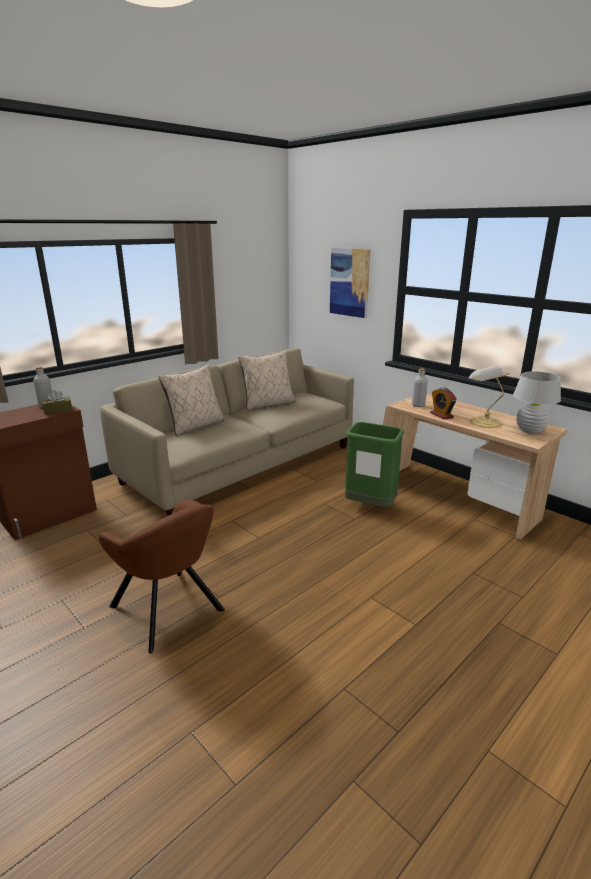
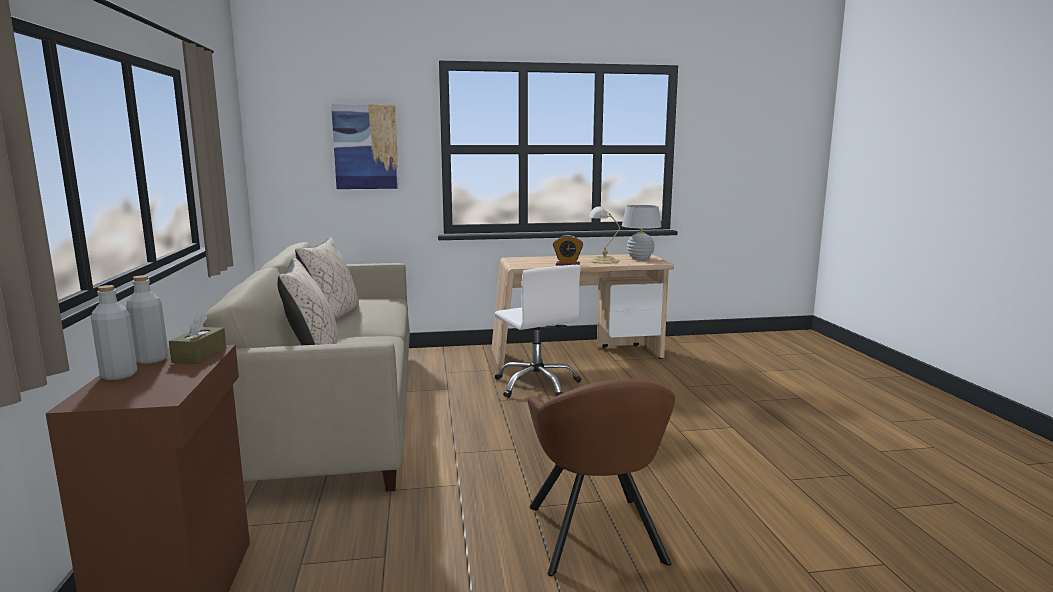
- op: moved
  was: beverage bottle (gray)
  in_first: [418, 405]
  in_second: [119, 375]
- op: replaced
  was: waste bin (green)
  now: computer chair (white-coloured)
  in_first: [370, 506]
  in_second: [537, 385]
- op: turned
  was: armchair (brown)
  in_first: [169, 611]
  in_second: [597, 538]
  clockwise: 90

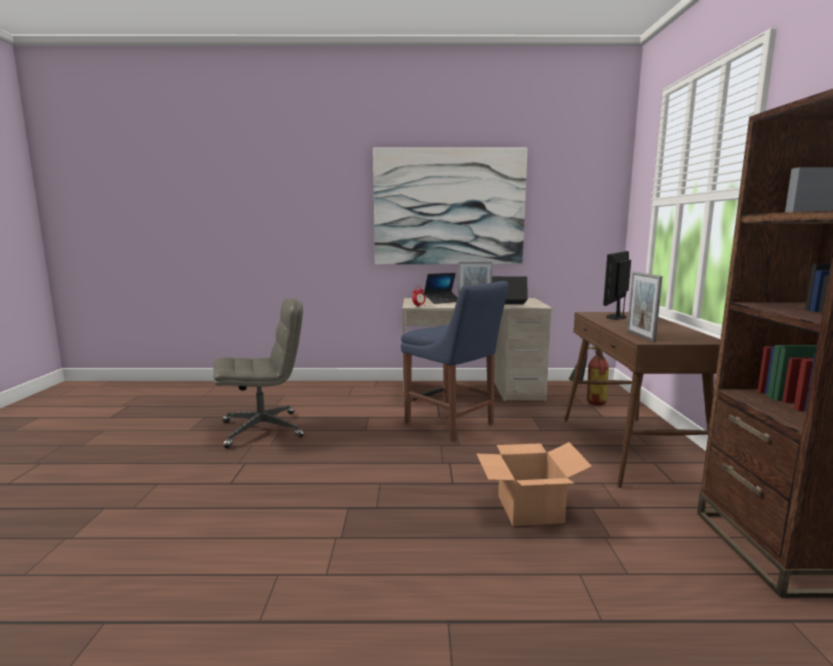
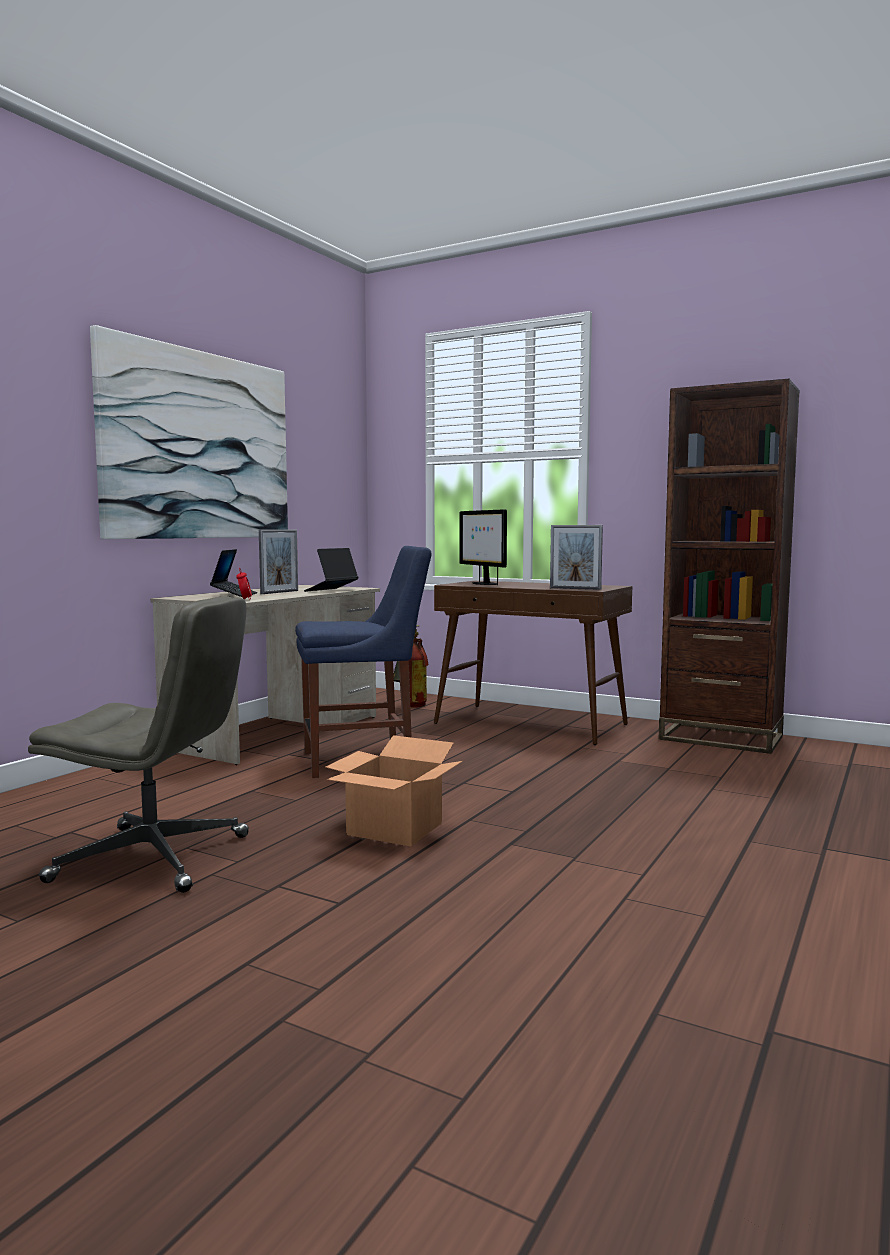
- op: turned
  was: computer chair (gray)
  in_first: [263, 429]
  in_second: [154, 858]
  clockwise: 90
- op: moved
  was: packing box
  in_first: [530, 509]
  in_second: [396, 829]

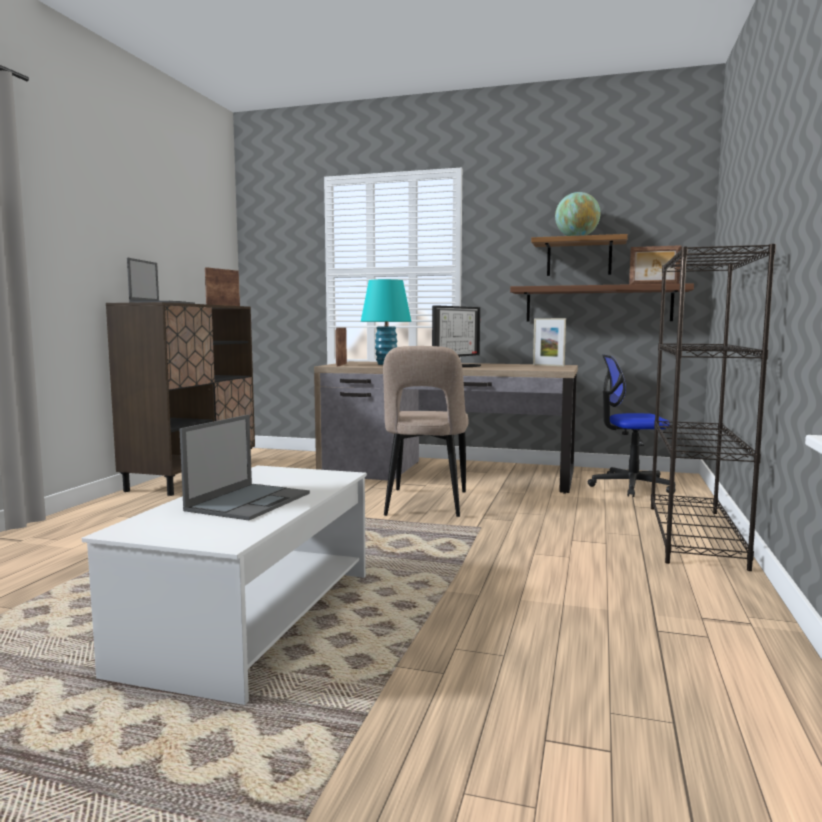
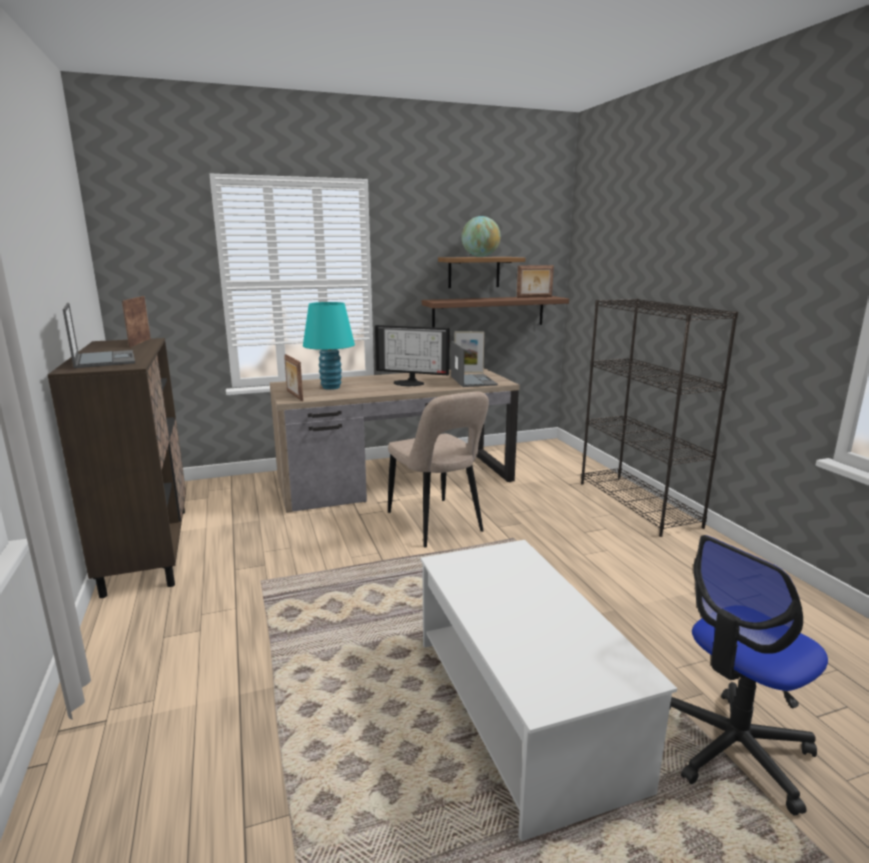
- op: turned
  was: computer display
  in_first: [464, 366]
  in_second: [410, 382]
  clockwise: 105
- op: moved
  was: notebook computer
  in_first: [249, 501]
  in_second: [473, 380]
- op: moved
  was: computer chair
  in_first: [630, 486]
  in_second: [733, 747]

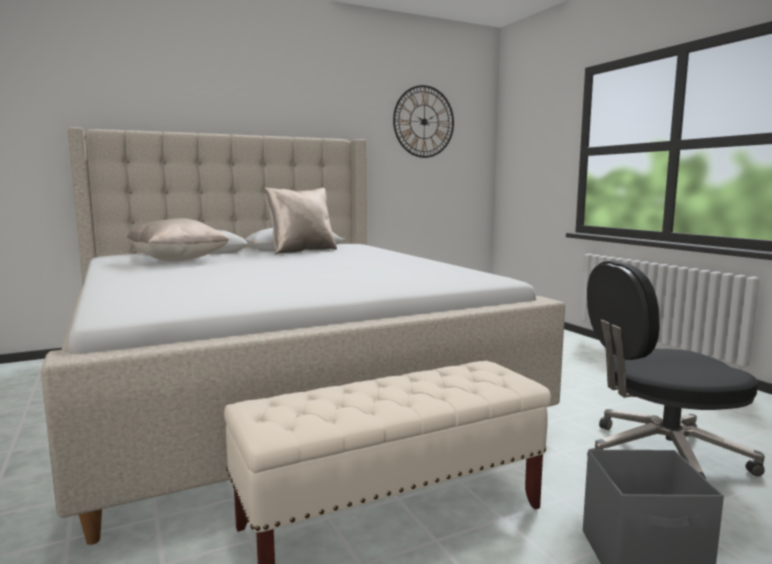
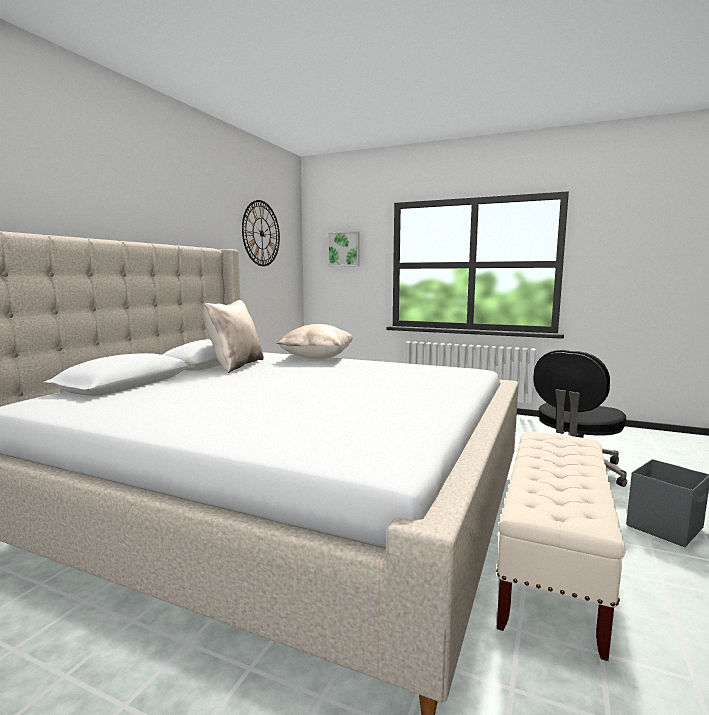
- op: moved
  was: cushion (beige-coloured)
  in_first: [179, 260]
  in_second: [317, 358]
- op: added
  now: picture
  in_second: [344, 249]

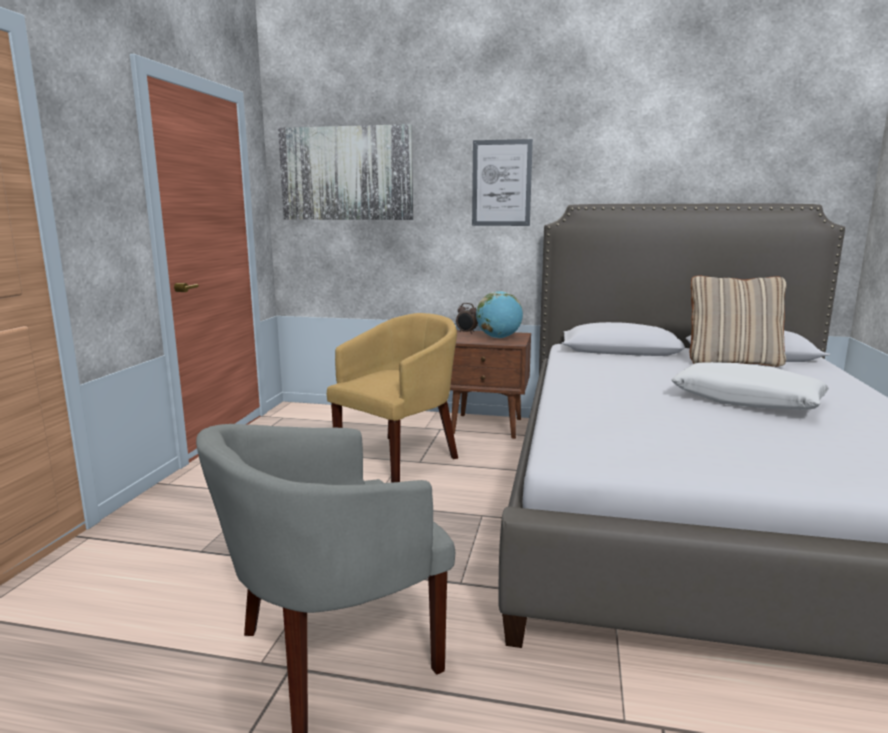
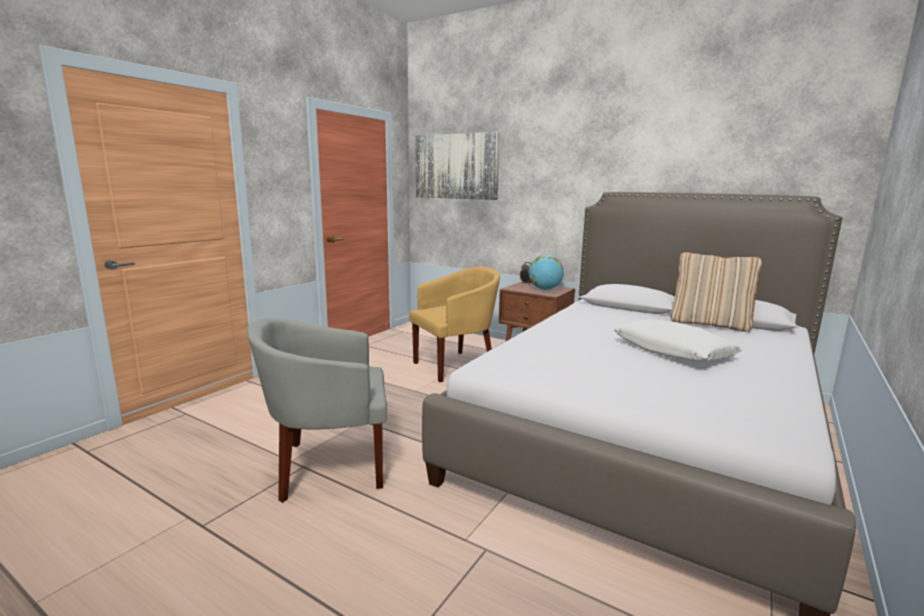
- op: removed
  was: picture
  in_first: [501, 183]

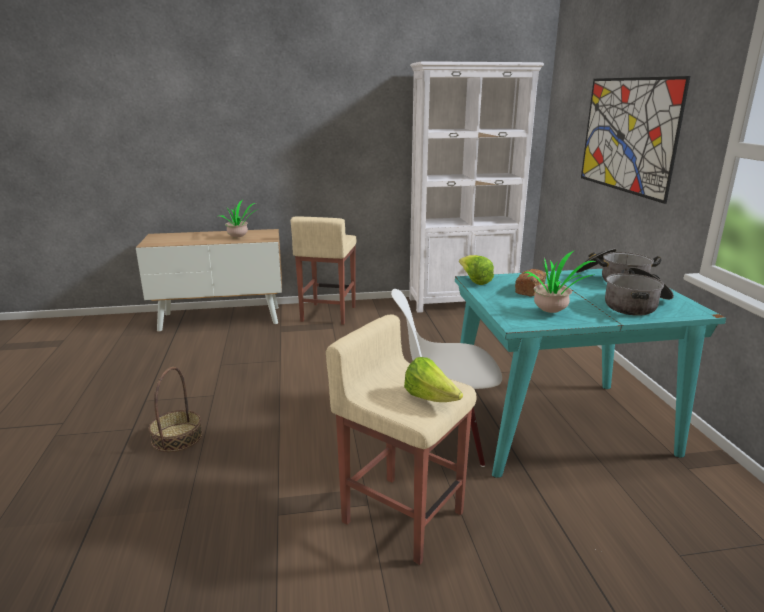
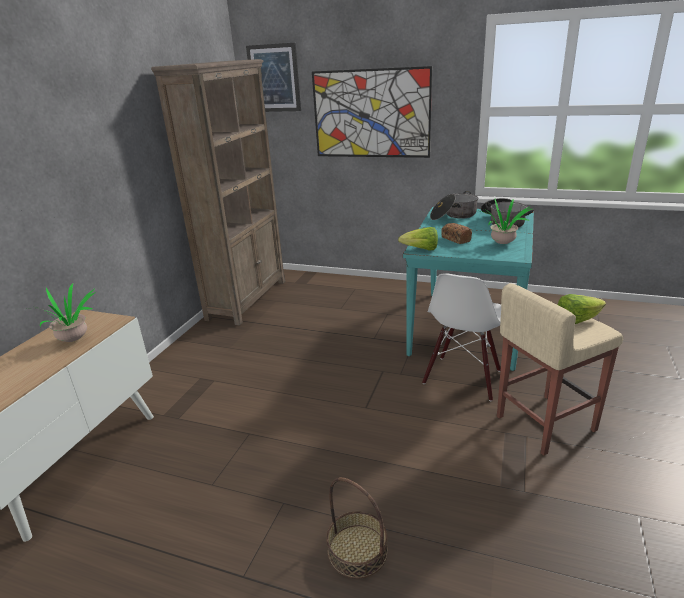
- op: recoloured
  was: shelving unit (white-coloured)
  now: shelving unit (brown)
  in_first: [462, 302]
  in_second: [248, 299]
- op: added
  now: picture
  in_second: [274, 78]
- op: removed
  was: stool seat (beige-coloured)
  in_first: [328, 314]

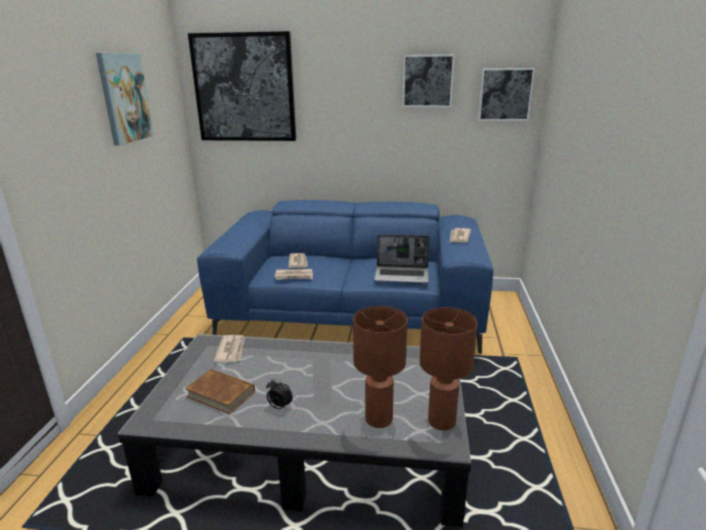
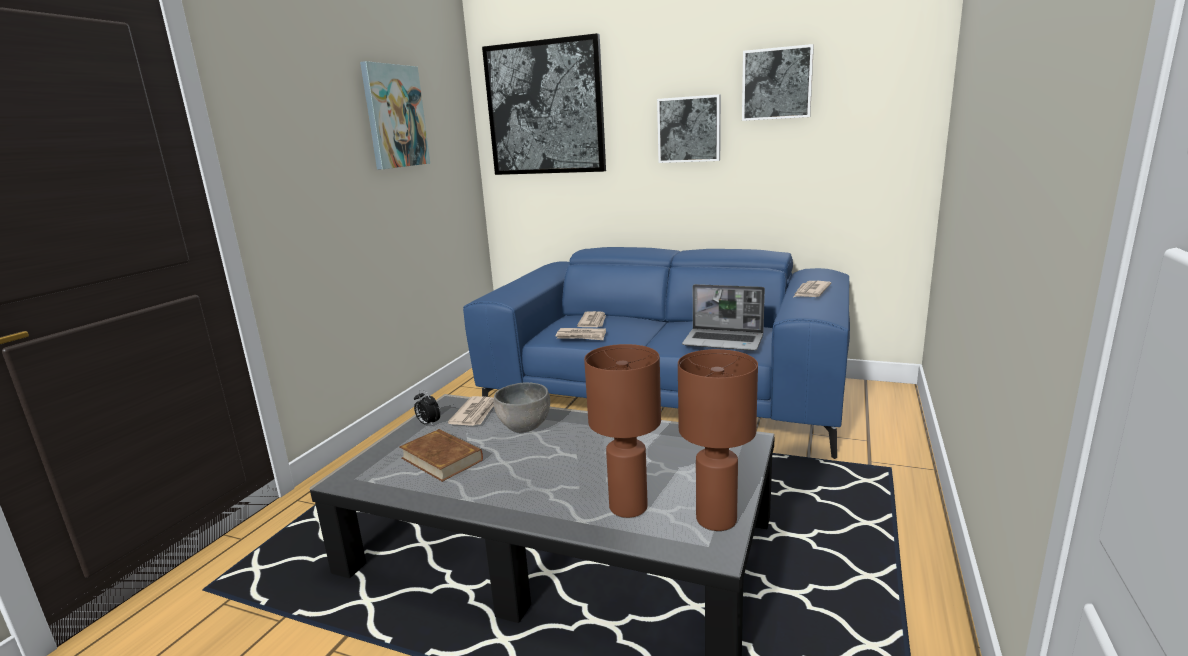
- op: moved
  was: table clock
  in_first: [279, 407]
  in_second: [428, 424]
- op: added
  now: bowl (gray)
  in_second: [524, 427]
- op: moved
  was: picture
  in_first: [505, 94]
  in_second: [689, 129]

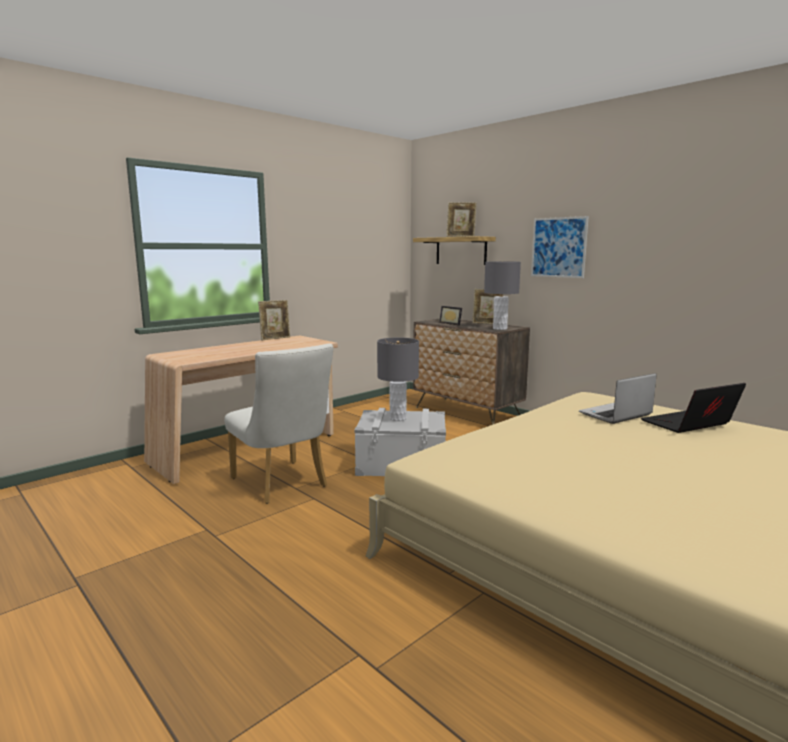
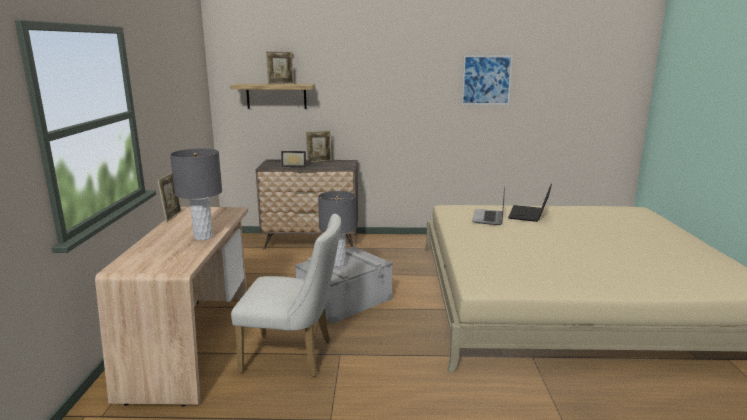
- op: moved
  was: table lamp (gray)
  in_first: [499, 329]
  in_second: [203, 237]
- op: moved
  was: picture
  in_first: [558, 247]
  in_second: [486, 80]

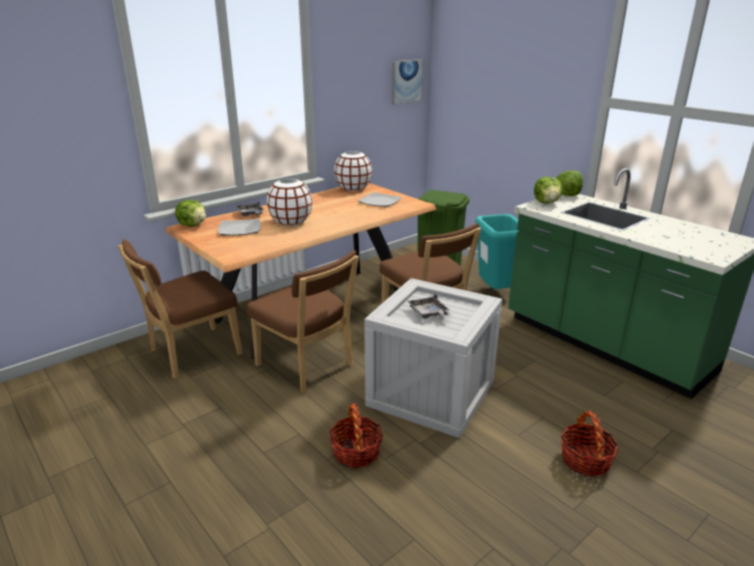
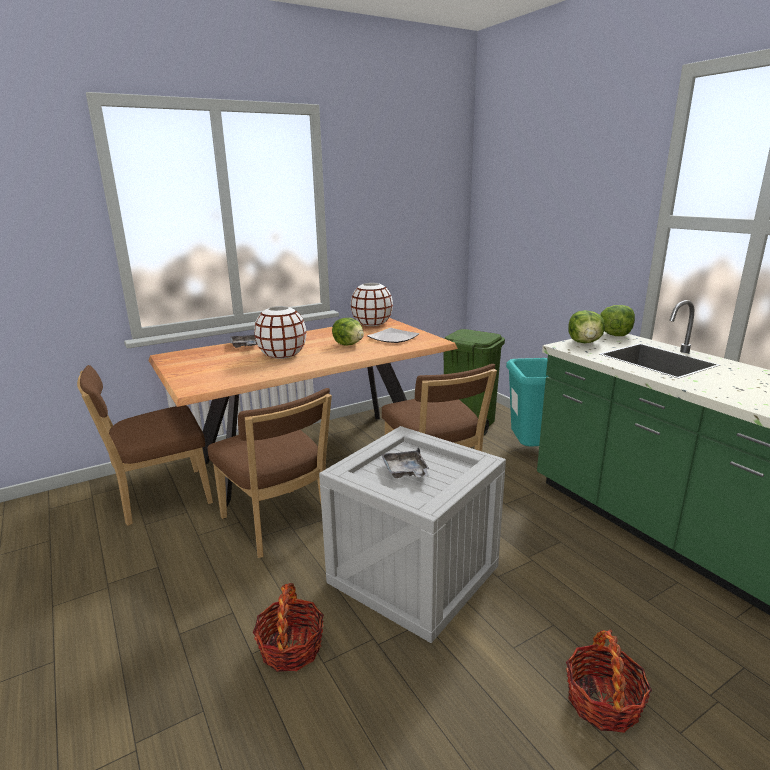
- op: moved
  was: head of lettuce
  in_first: [193, 225]
  in_second: [349, 344]
- op: removed
  was: dinner plate
  in_first: [240, 229]
- op: removed
  was: picture
  in_first: [406, 81]

